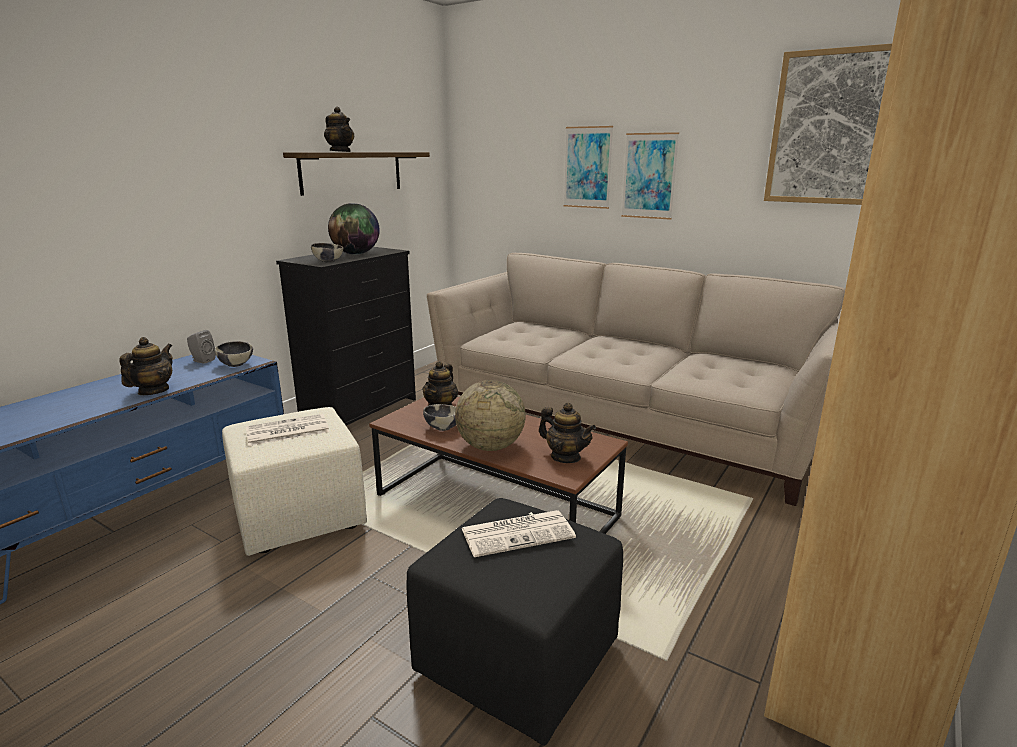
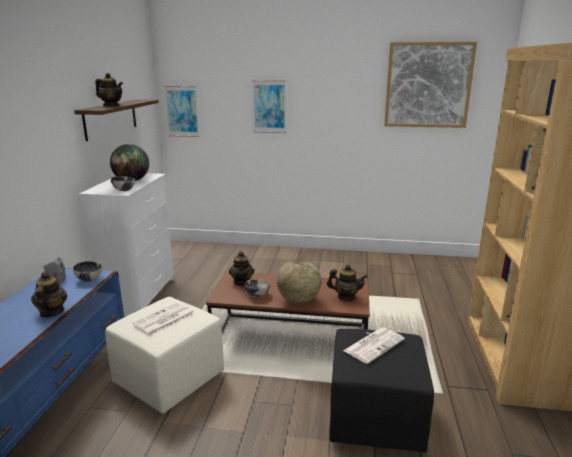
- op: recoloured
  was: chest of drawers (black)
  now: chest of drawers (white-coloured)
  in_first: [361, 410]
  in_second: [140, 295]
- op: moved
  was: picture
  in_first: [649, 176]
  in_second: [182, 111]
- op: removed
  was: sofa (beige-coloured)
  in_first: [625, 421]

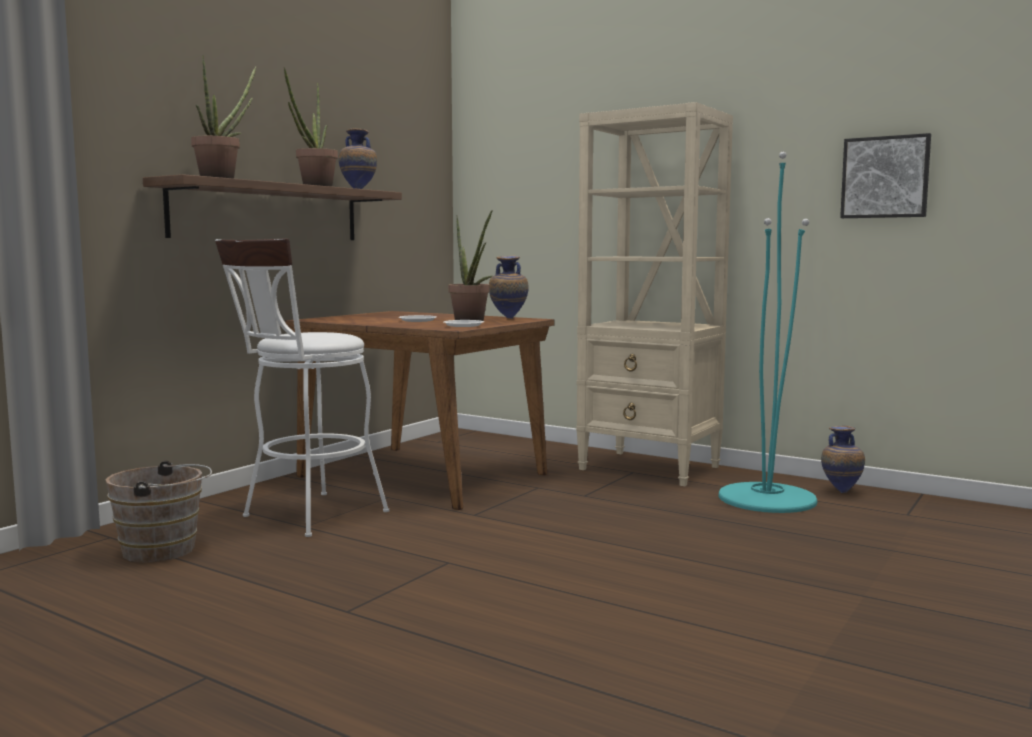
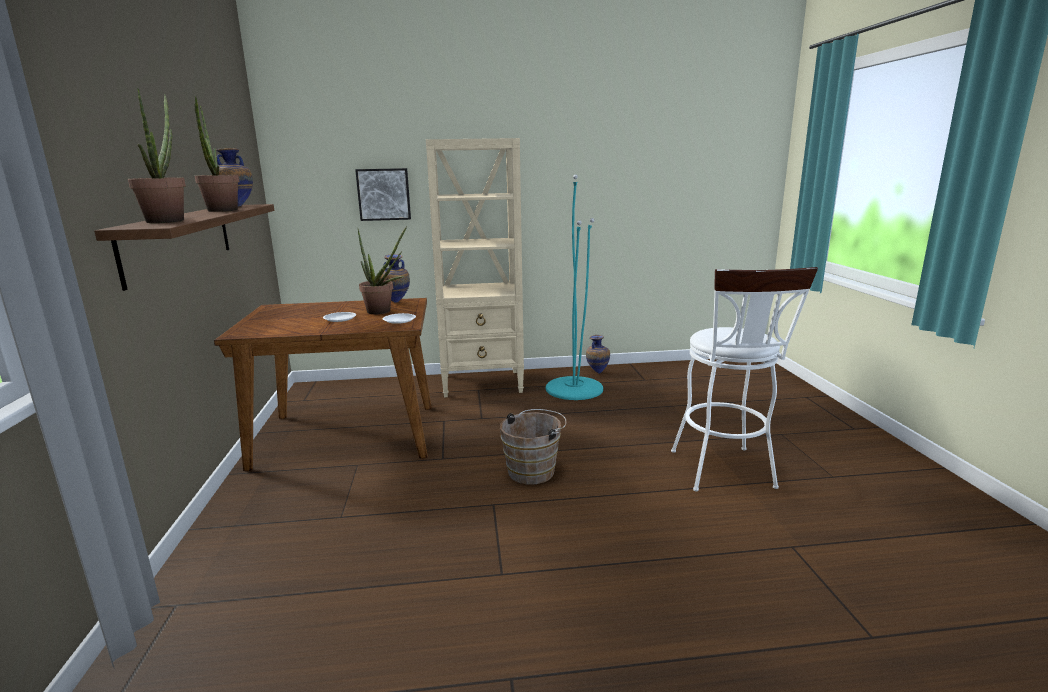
- op: moved
  was: picture
  in_first: [885, 177]
  in_second: [384, 194]
- op: moved
  was: water bucket (brown)
  in_first: [165, 550]
  in_second: [534, 471]
- op: moved
  was: stool seat (white-coloured)
  in_first: [307, 516]
  in_second: [725, 473]

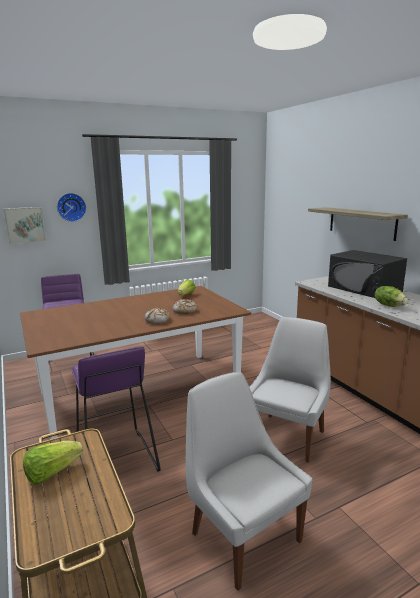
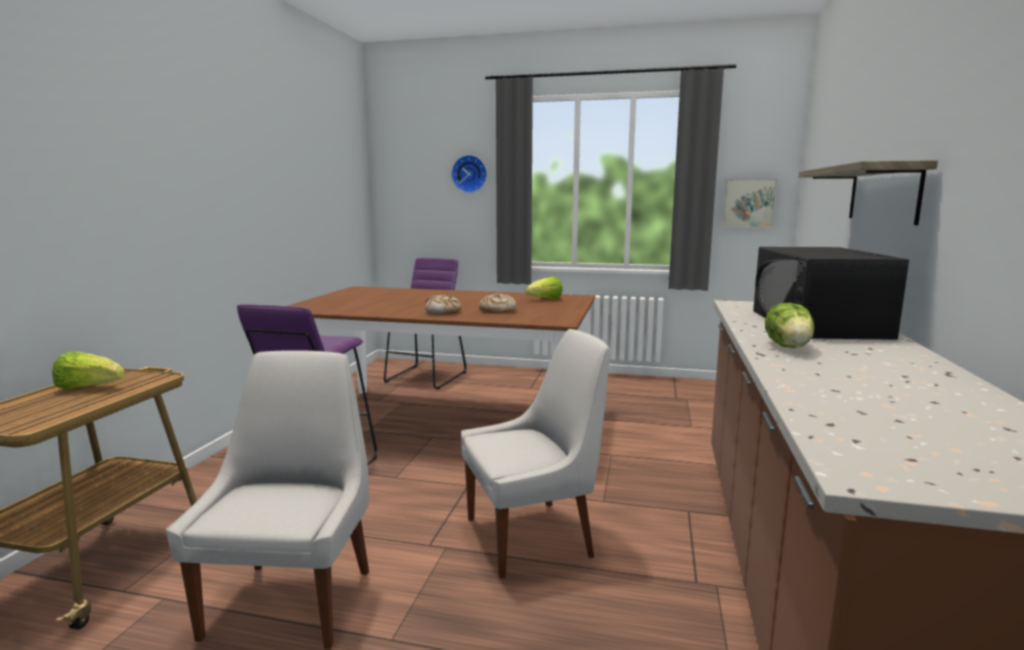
- op: moved
  was: picture
  in_first: [25, 225]
  in_second: [748, 203]

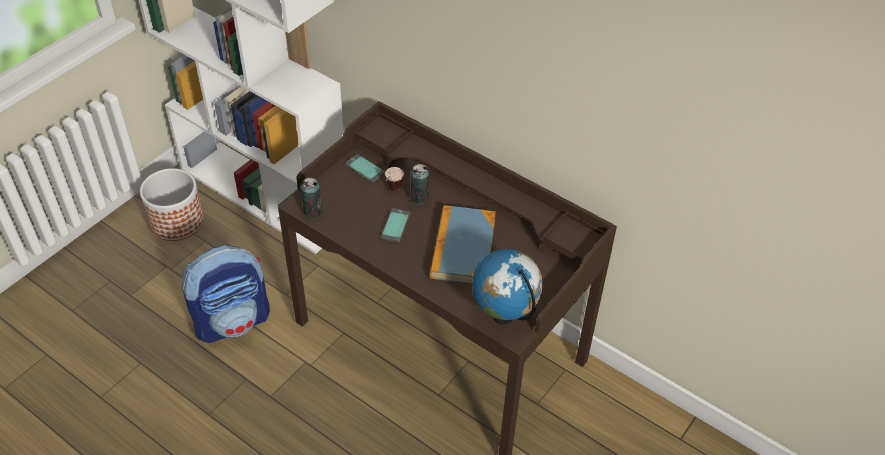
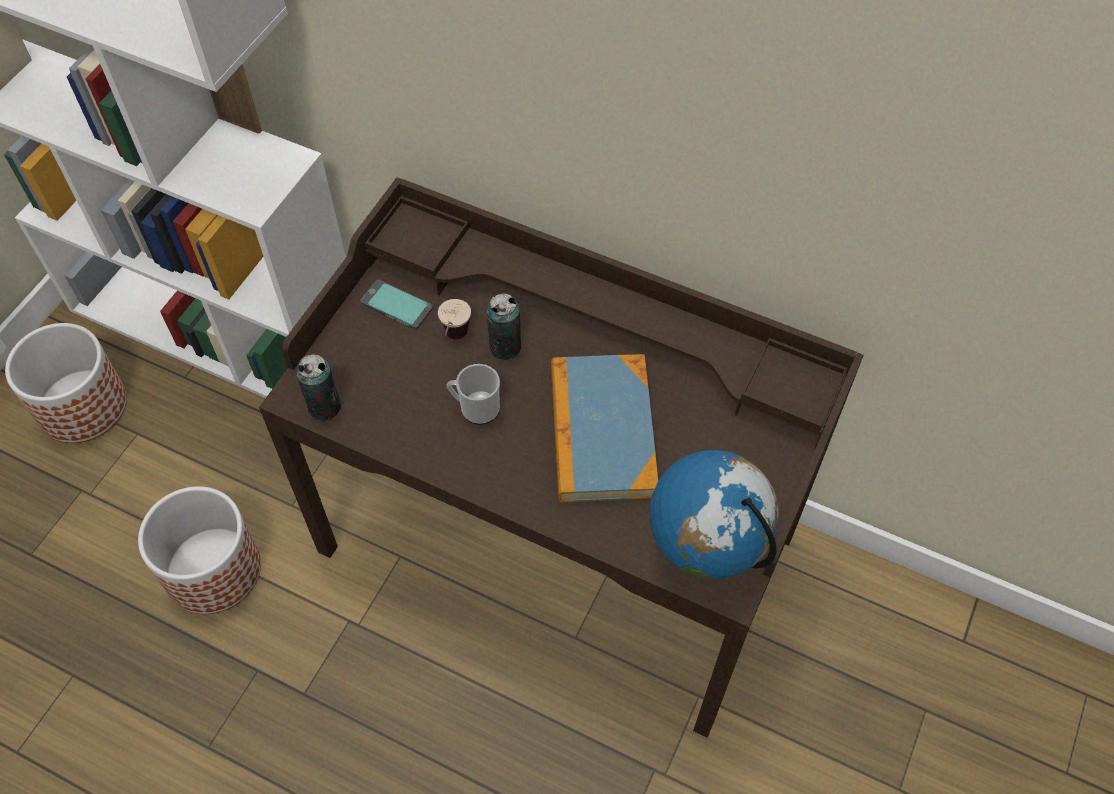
- op: replaced
  was: backpack
  now: flower pot
  in_first: [233, 321]
  in_second: [213, 569]
- op: replaced
  was: phone
  now: tea mug
  in_first: [395, 225]
  in_second: [475, 408]

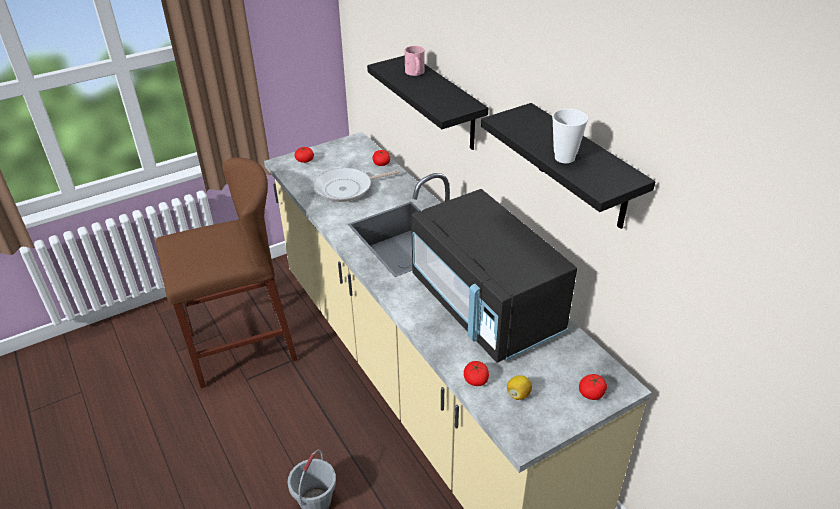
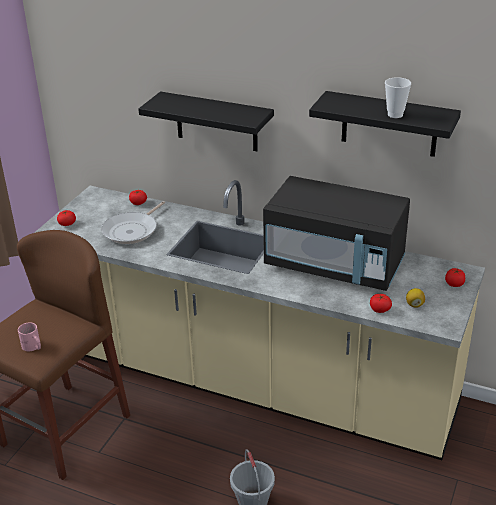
- op: moved
  was: tea mug (pink-coloured)
  in_first: [414, 73]
  in_second: [32, 347]

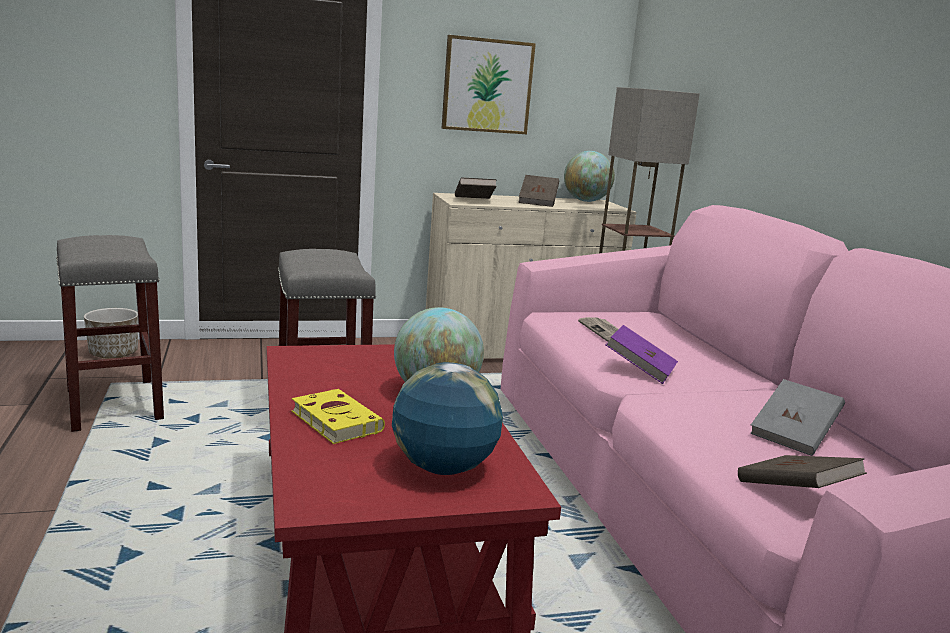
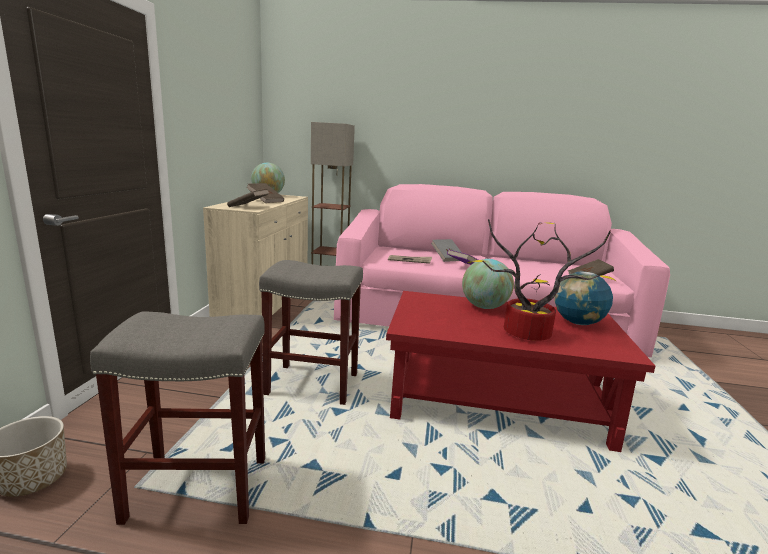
- op: moved
  was: volume (gray)
  in_first: [793, 435]
  in_second: [447, 258]
- op: replaced
  was: volume (yellow)
  now: houseplant
  in_first: [334, 420]
  in_second: [524, 334]
- op: removed
  was: picture
  in_first: [487, 86]

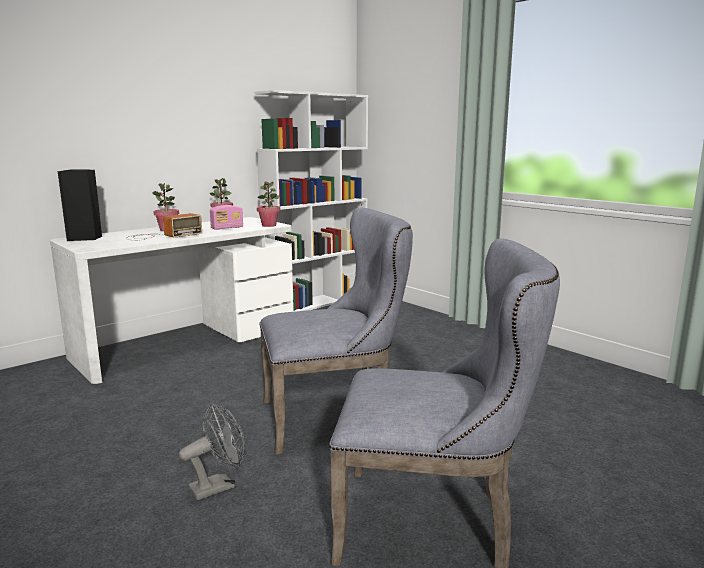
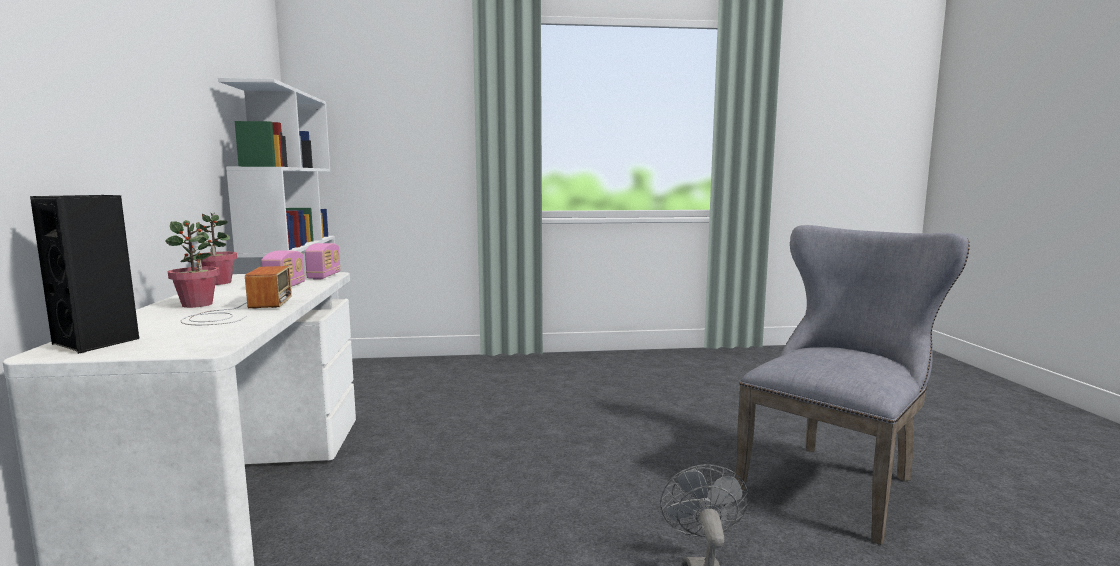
- op: replaced
  was: houseplant
  now: radio receiver
  in_first: [269, 225]
  in_second: [324, 276]
- op: removed
  was: chair (gray)
  in_first: [336, 417]

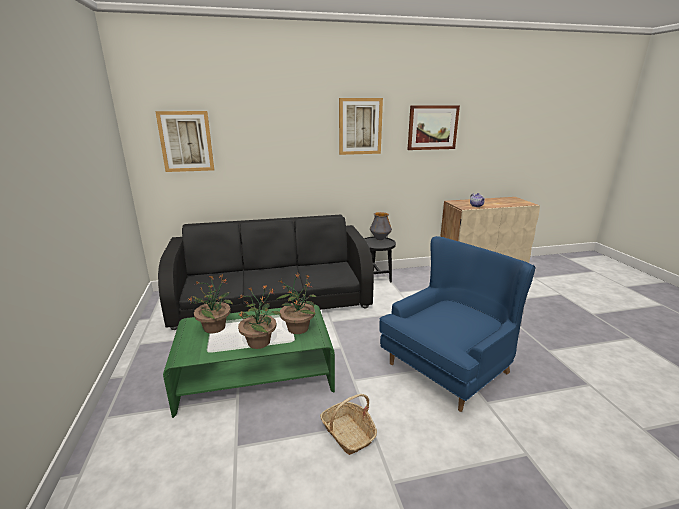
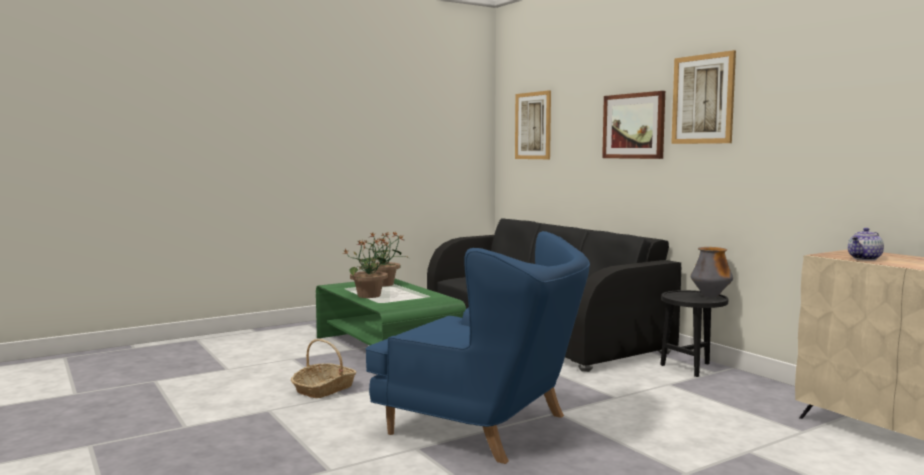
- op: moved
  was: picture
  in_first: [432, 127]
  in_second: [634, 126]
- op: removed
  was: houseplant
  in_first: [298, 328]

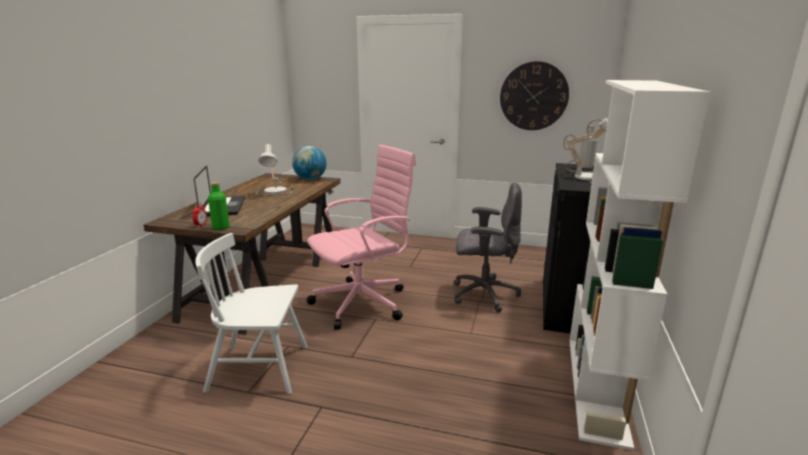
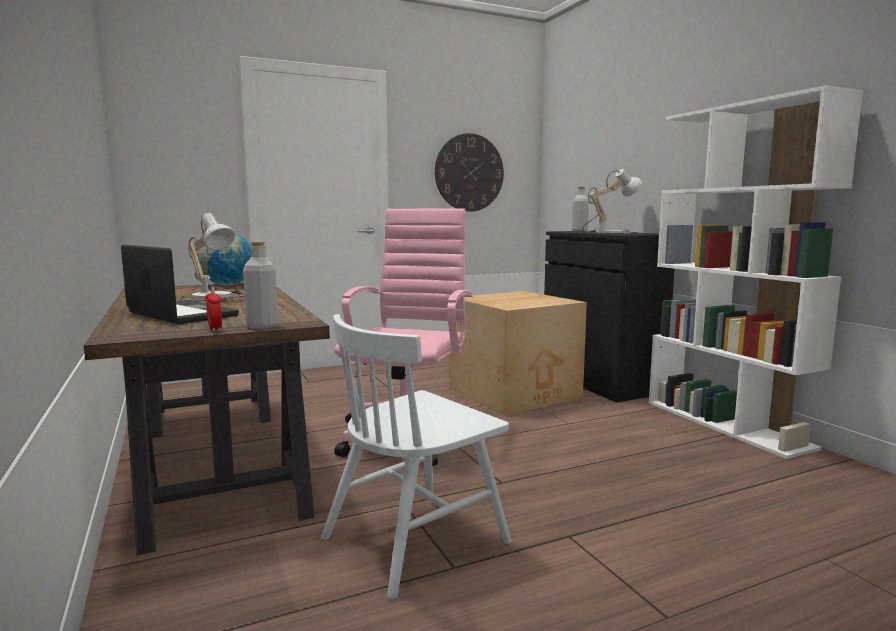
- op: recoloured
  was: beverage bottle (green)
  now: beverage bottle (gray)
  in_first: [221, 228]
  in_second: [262, 326]
- op: replaced
  was: computer chair (gray)
  now: packing box
  in_first: [483, 294]
  in_second: [516, 393]

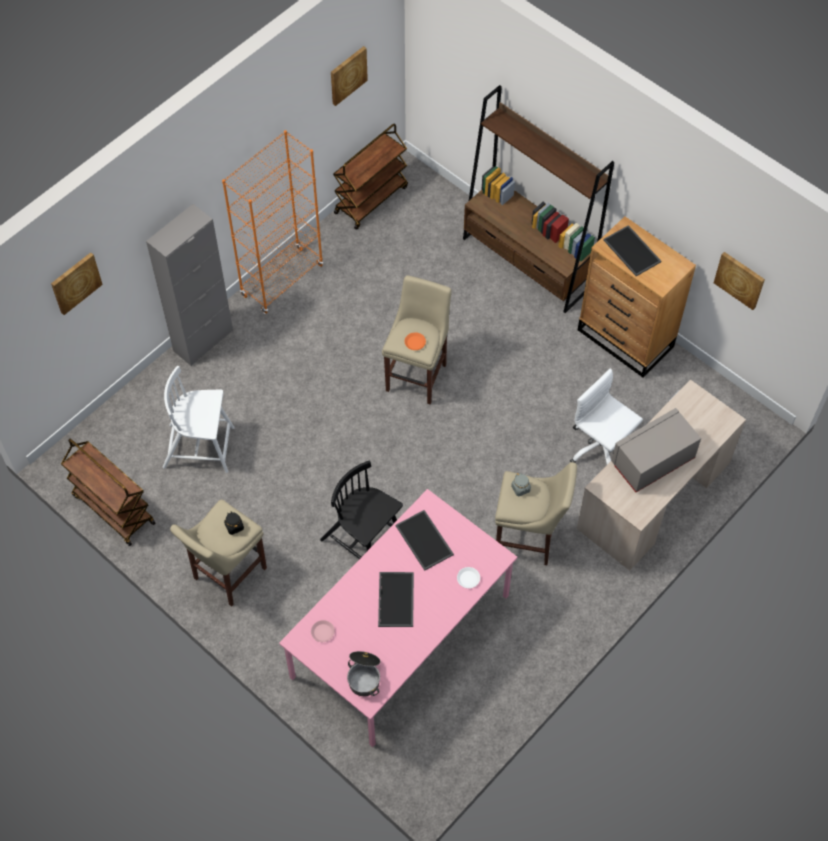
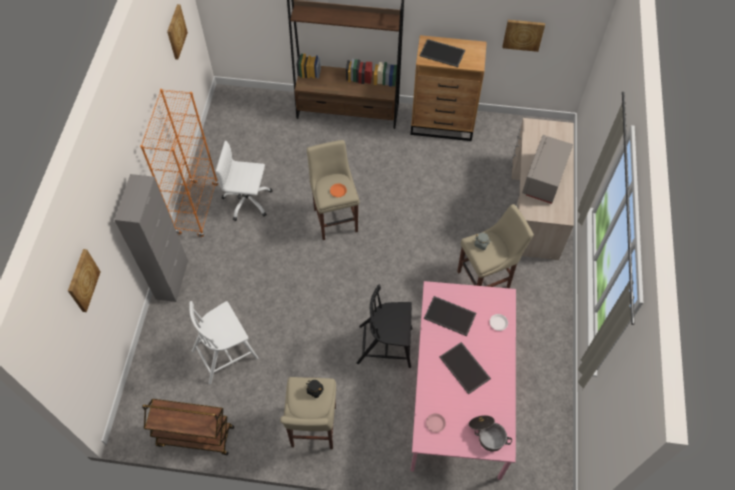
- op: moved
  was: computer chair (white-coloured)
  in_first: [600, 448]
  in_second: [247, 201]
- op: removed
  was: wheeled cart (brown)
  in_first: [371, 199]

